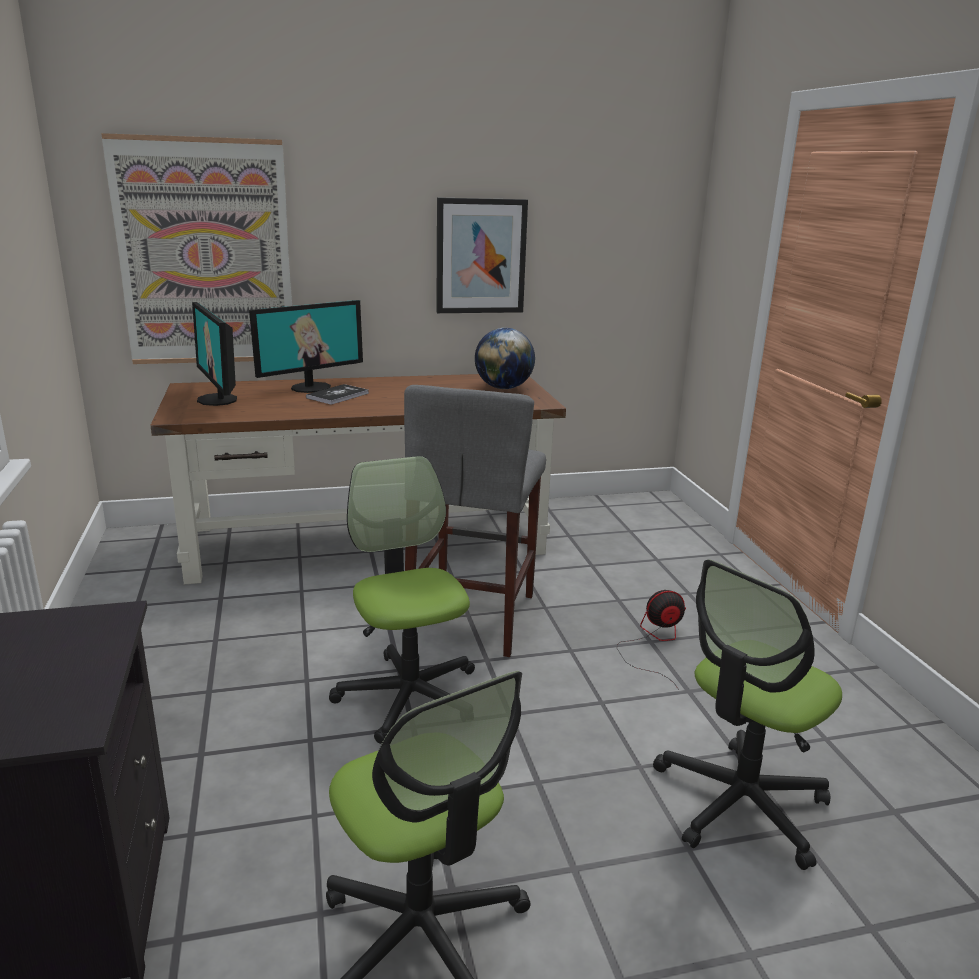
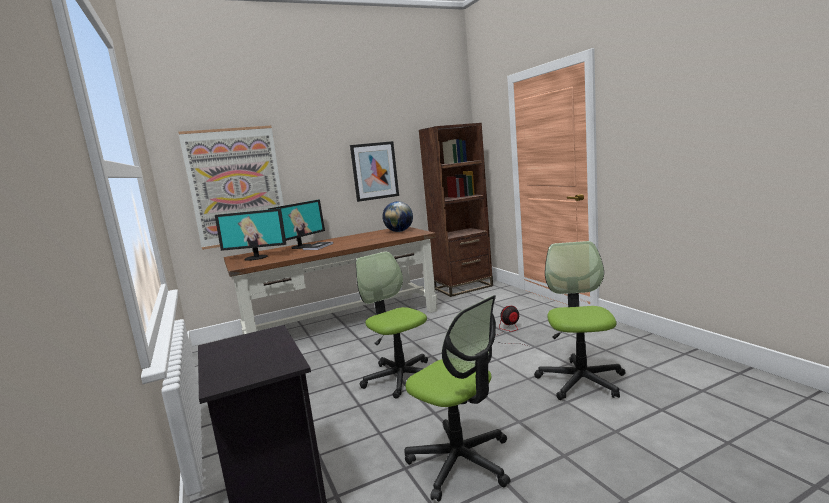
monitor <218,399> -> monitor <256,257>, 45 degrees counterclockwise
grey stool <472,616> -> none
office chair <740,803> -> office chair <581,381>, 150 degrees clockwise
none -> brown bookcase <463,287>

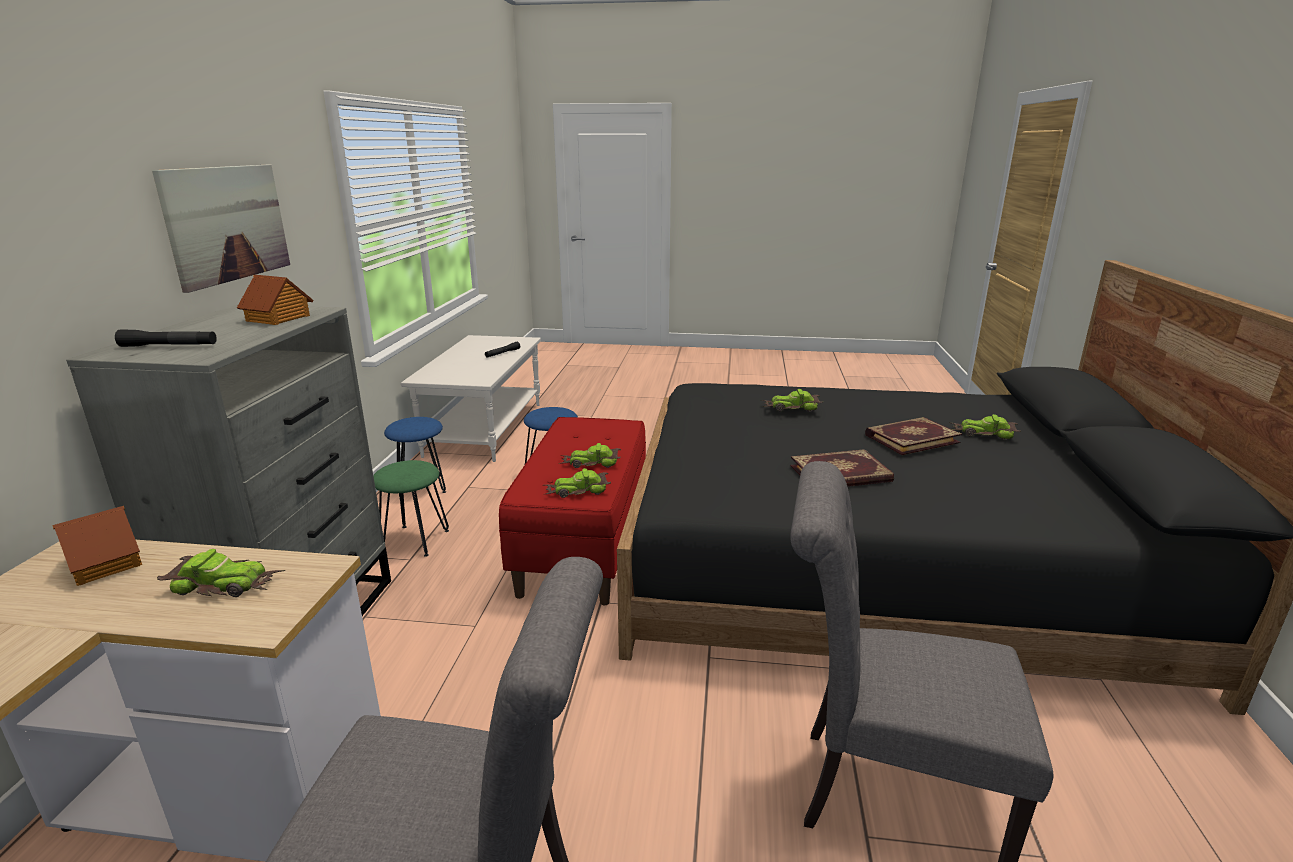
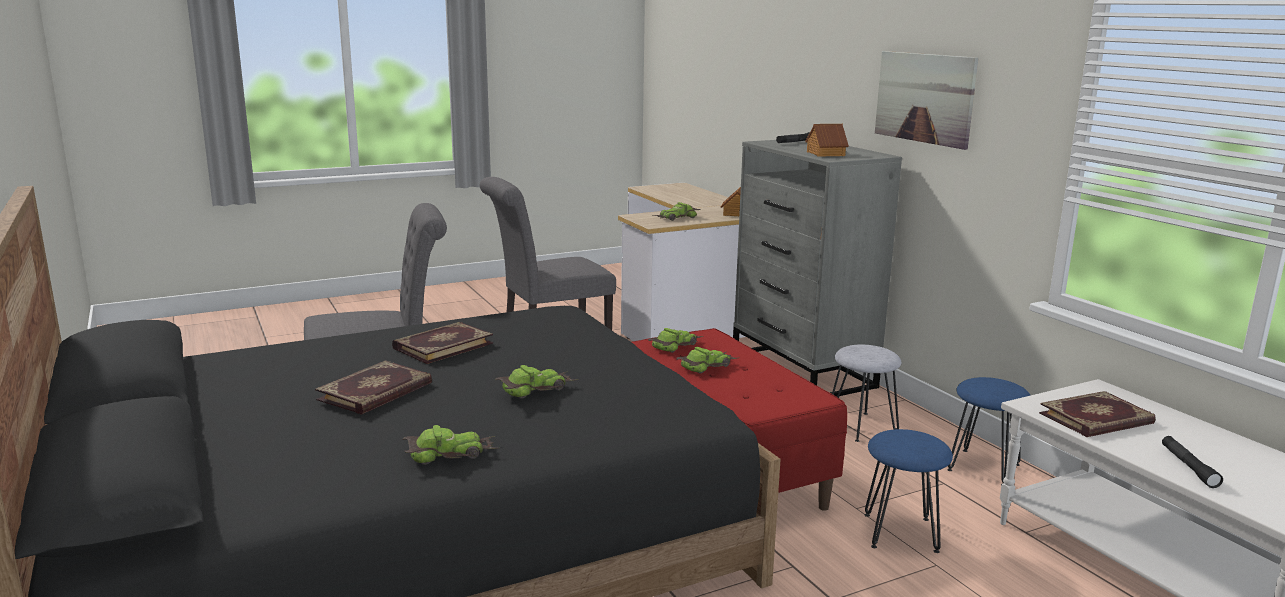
toy car <983,434> -> toy car <450,453>, move
green stool <414,540> -> grey stool <862,426>
none -> book <1097,419>

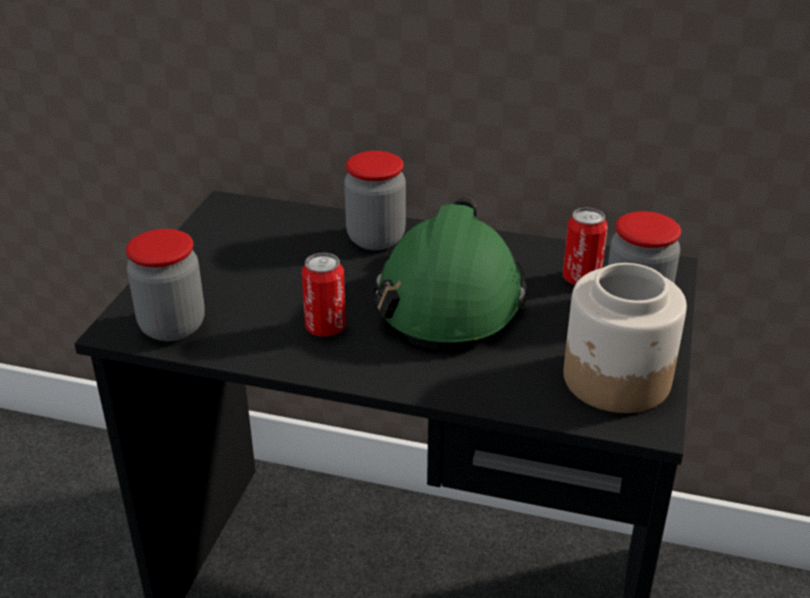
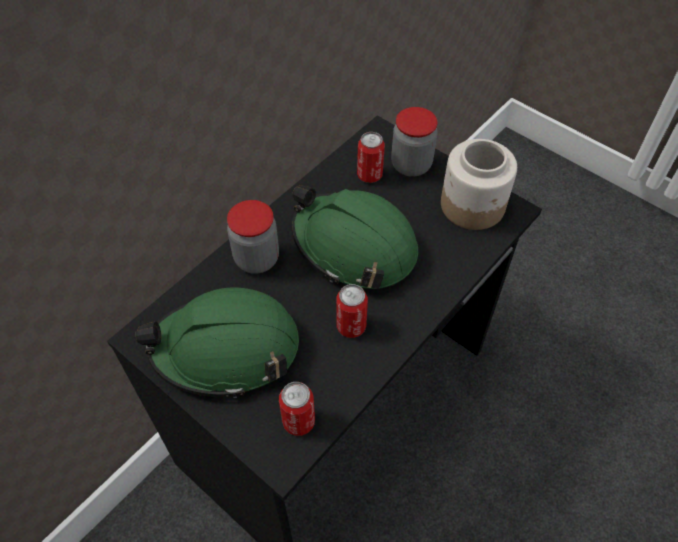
jar <172,326> -> can <298,421>
none -> green hard hat <226,349>

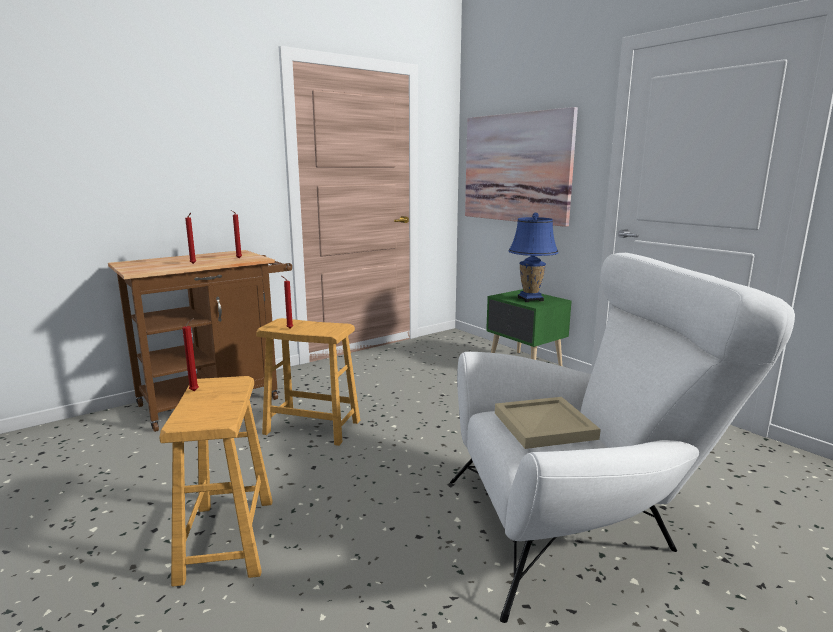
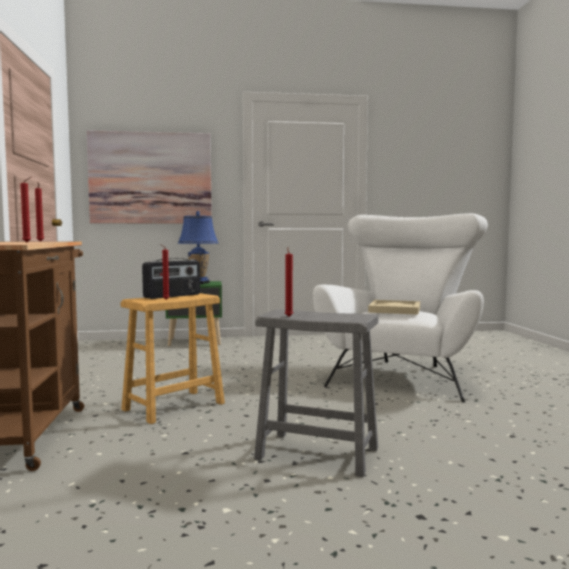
brown stool <228,539> -> grey stool <317,453>
none -> radio <173,296>

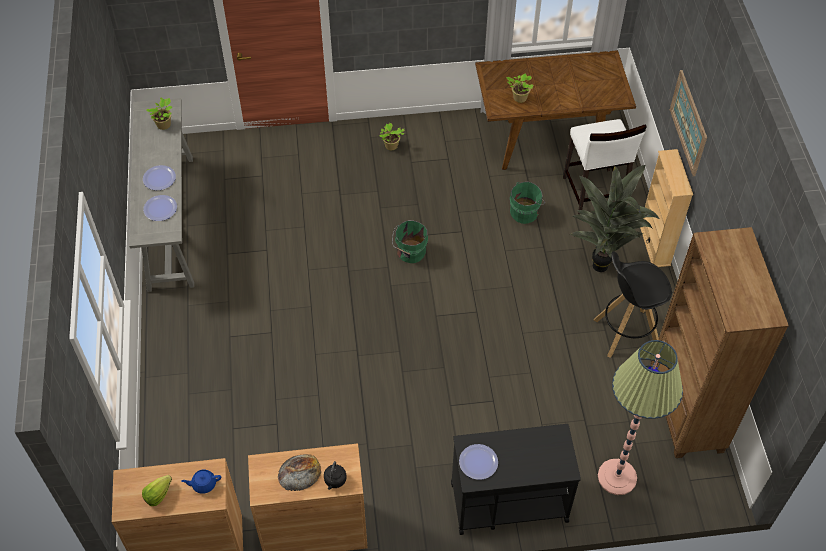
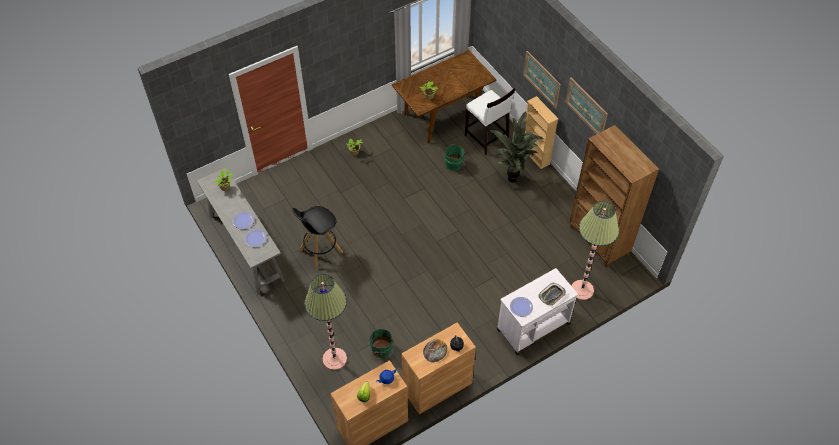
green bucket <410,252> -> green bucket <381,349>, move
black stool <625,333> -> black stool <320,252>, move
black cart <508,501> -> white cart <532,327>
none -> picture <586,107>
none -> floor lamp <334,359>
none -> tray <552,295>

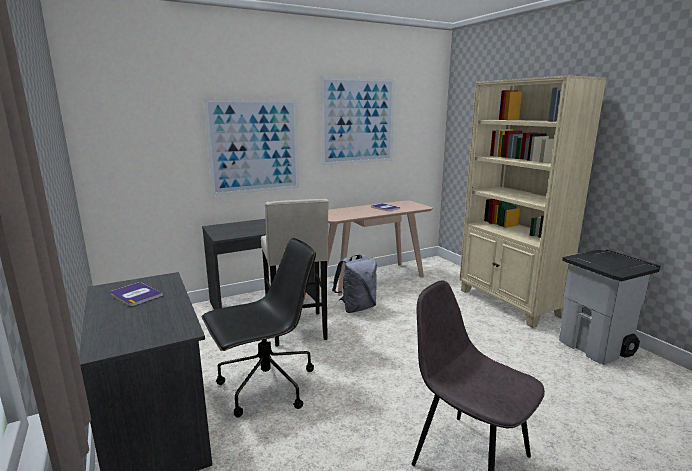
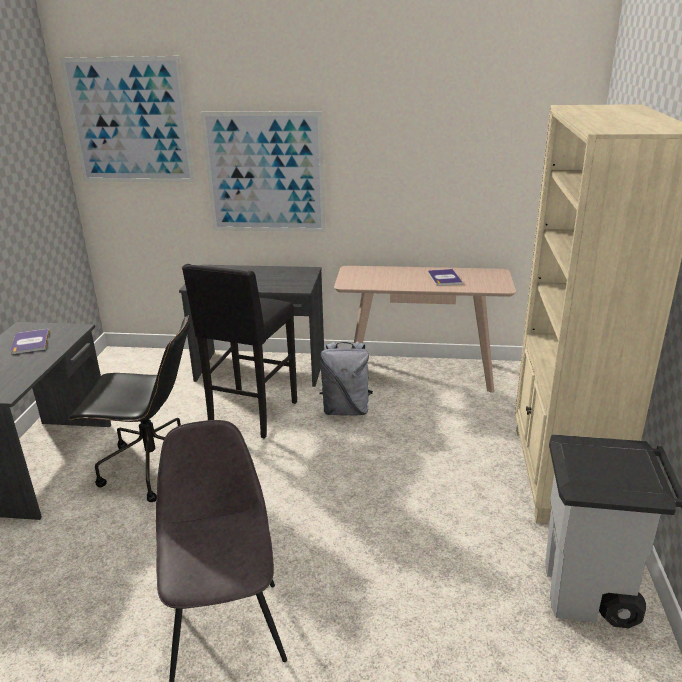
picture <358,121> -> picture <129,121>, move
beige stool <297,329> -> black stool <251,415>

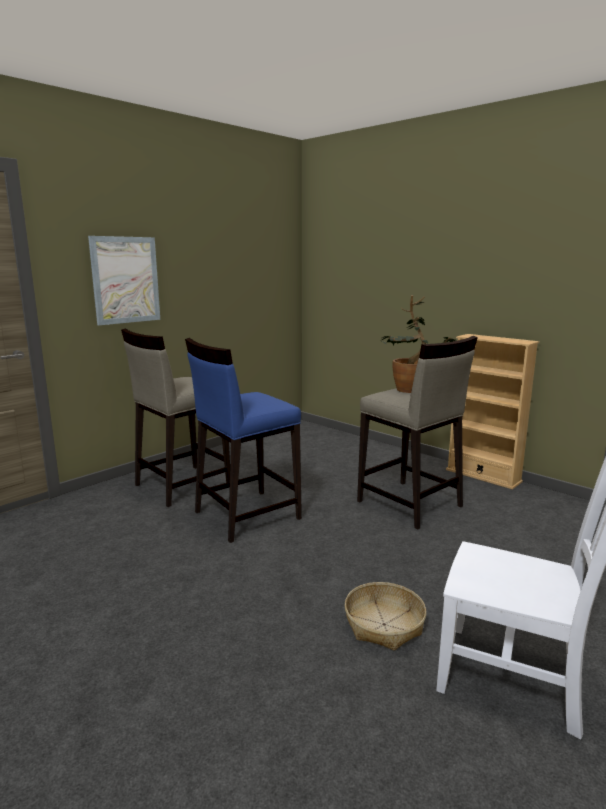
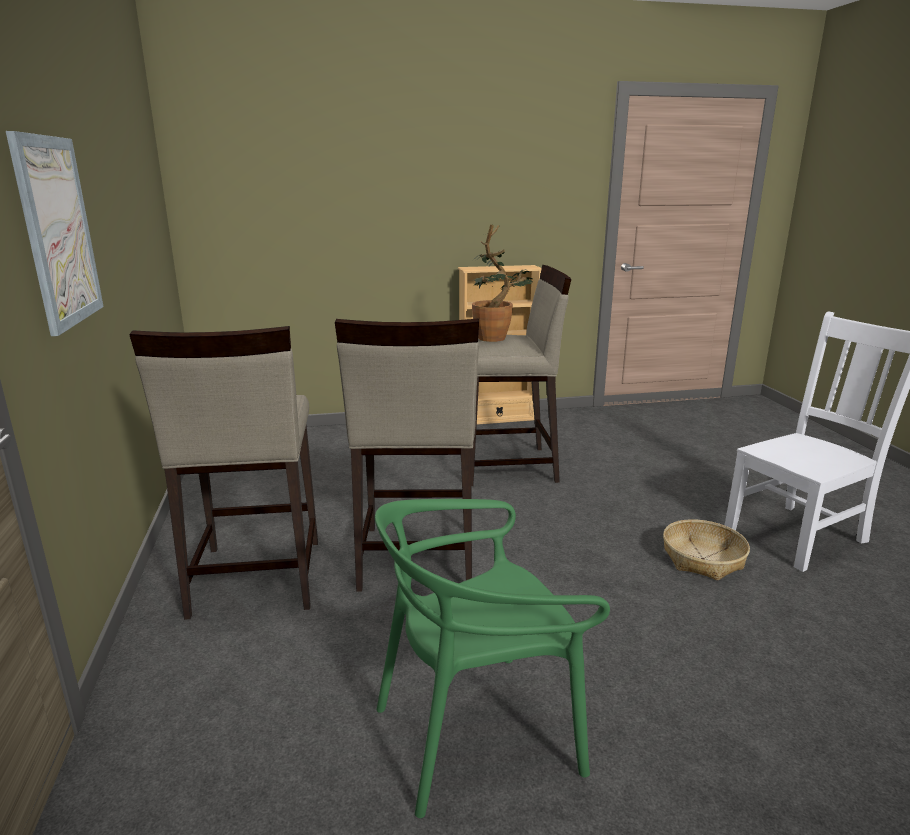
blue stool <246,515> -> beige stool <415,558>
none -> green chair <477,732>

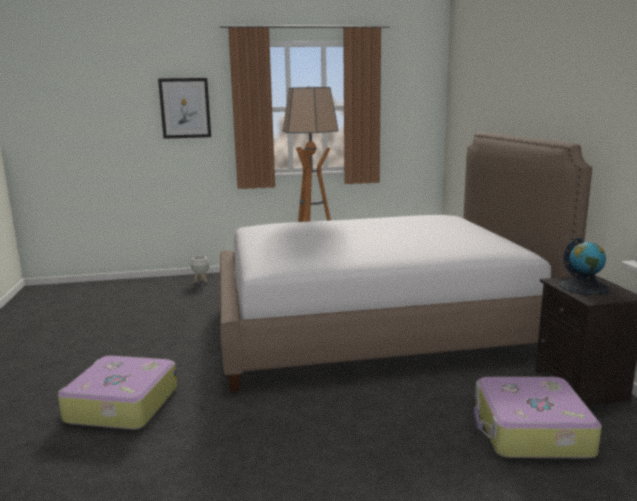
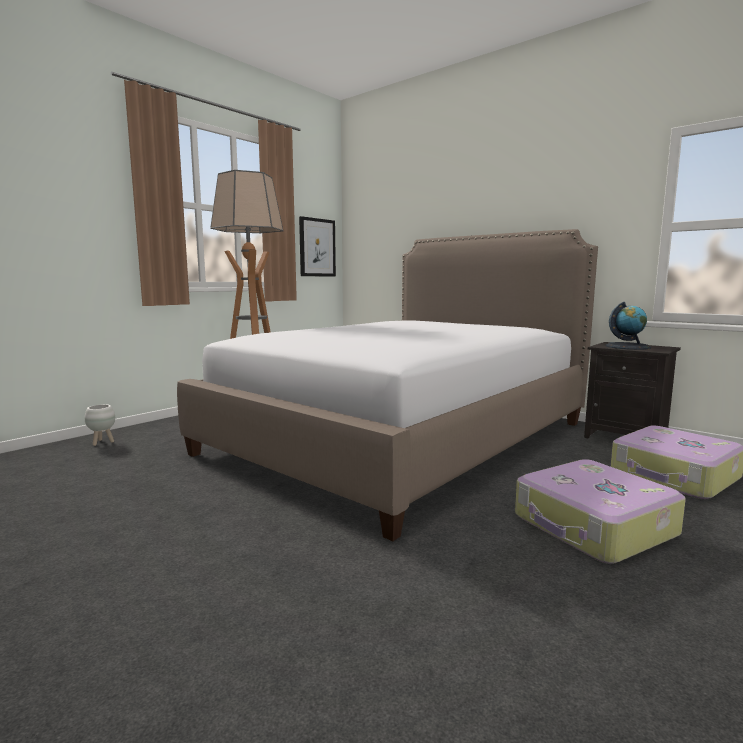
picture <185,108> -> picture <317,247>, move
suitcase <121,405> -> suitcase <593,526>, move

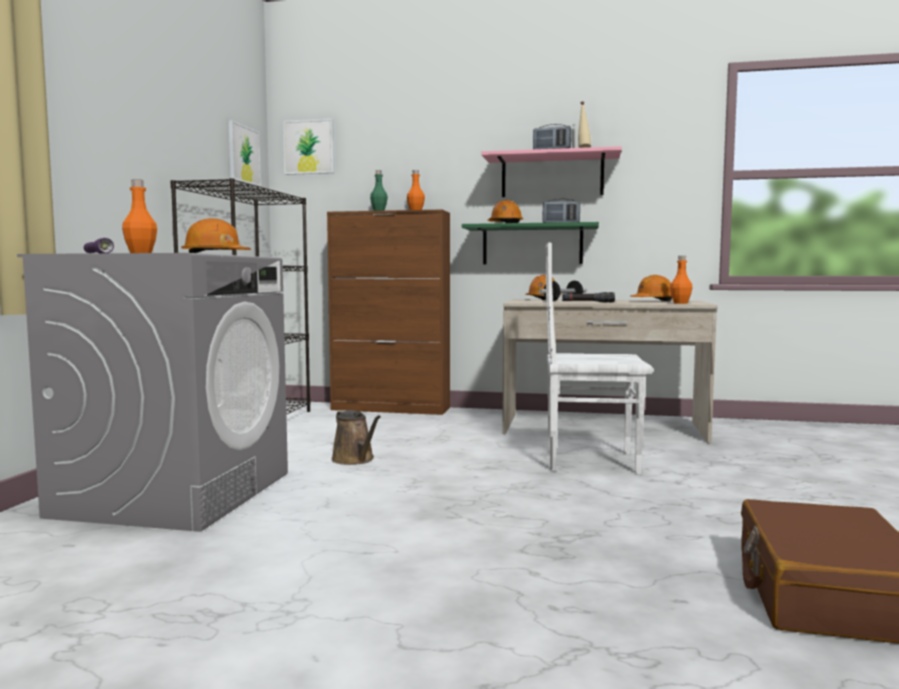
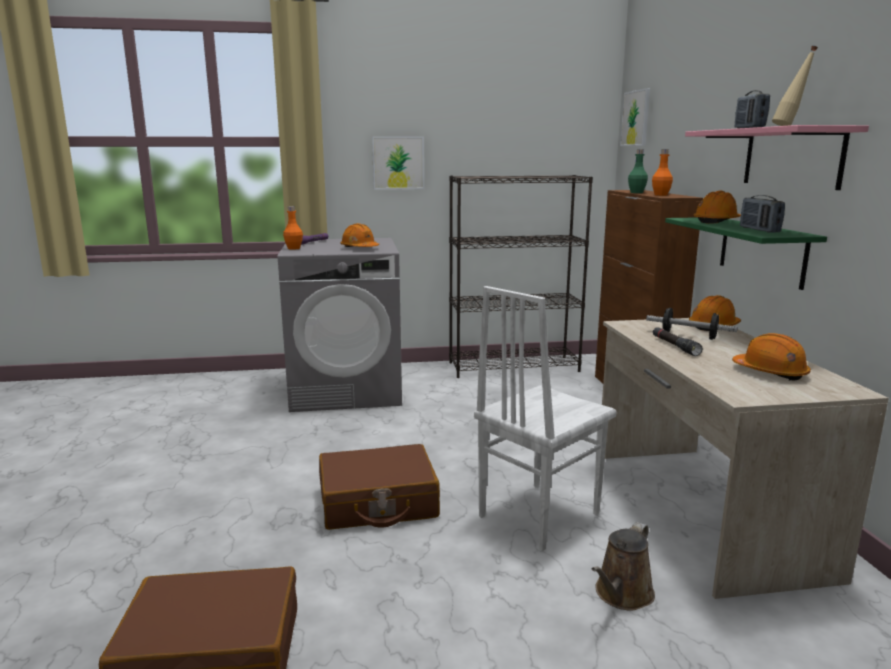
picture <243,155> -> picture <398,163>, move
white chair <590,461> -> white chair <536,514>, 120 degrees counterclockwise
orange bottle <680,303> -> none
brown watering can <355,460> -> brown watering can <622,595>, move
none -> brown suitcase <378,503>

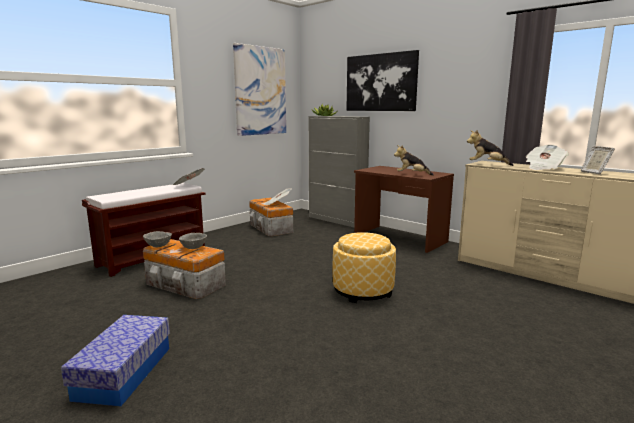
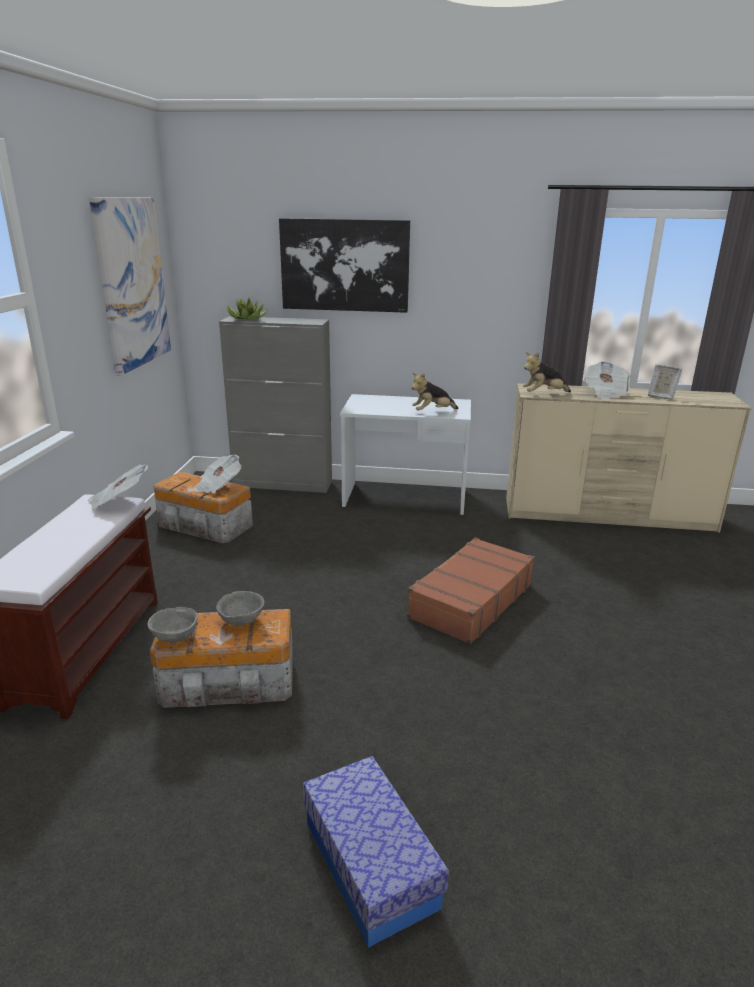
brown desk <399,238> -> white desk <404,498>
ottoman <363,290> -> brown suitcase <470,601>

